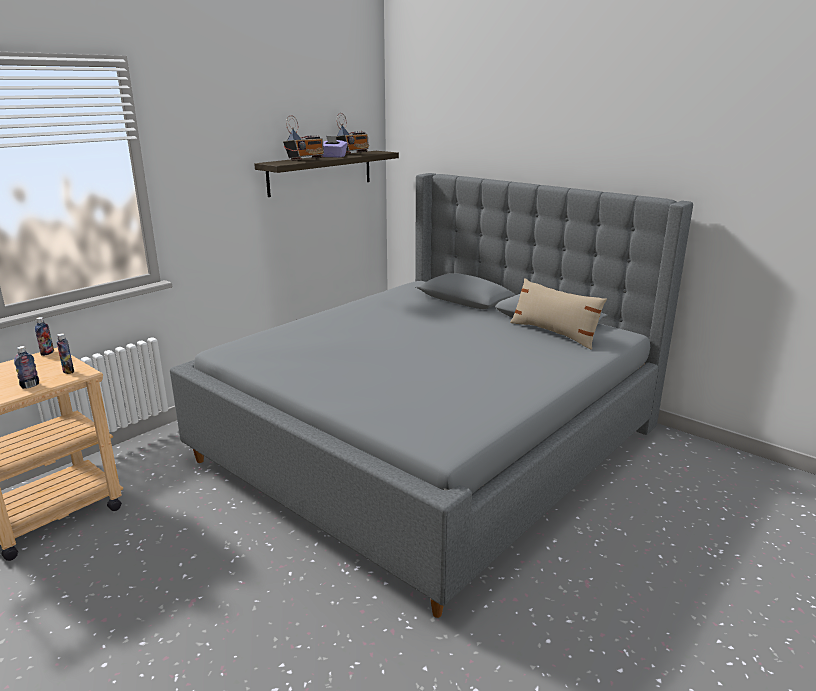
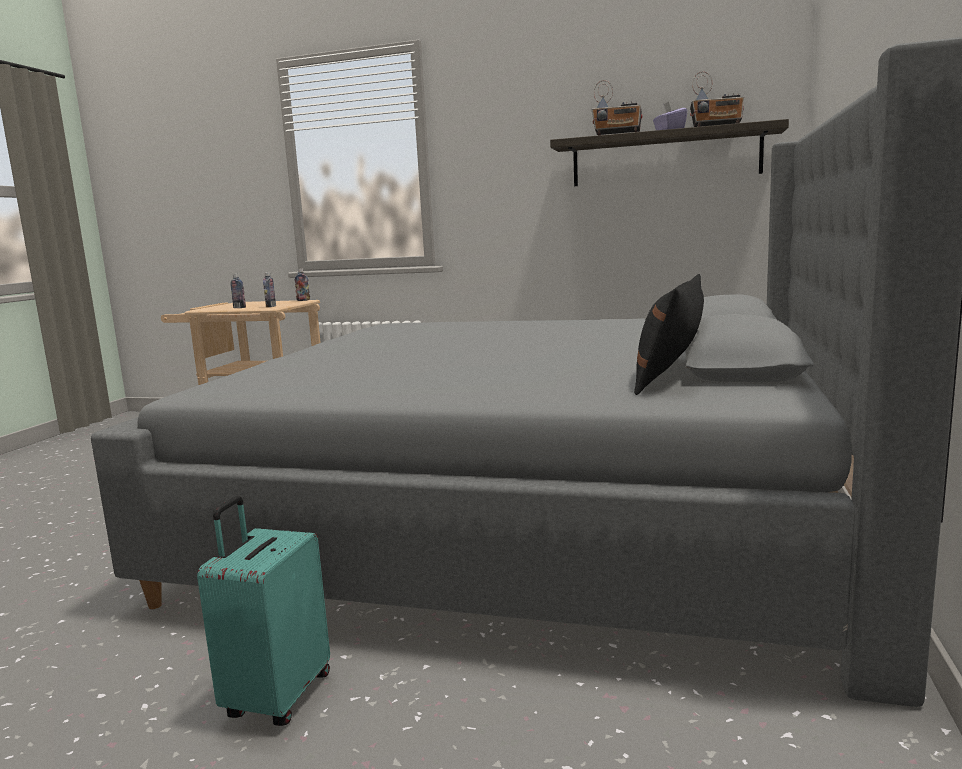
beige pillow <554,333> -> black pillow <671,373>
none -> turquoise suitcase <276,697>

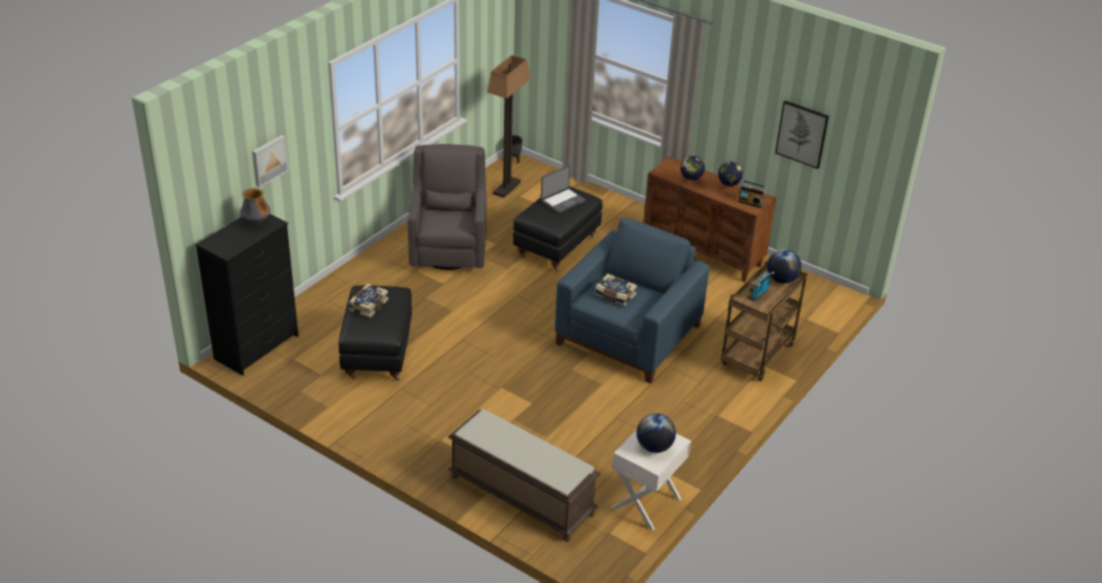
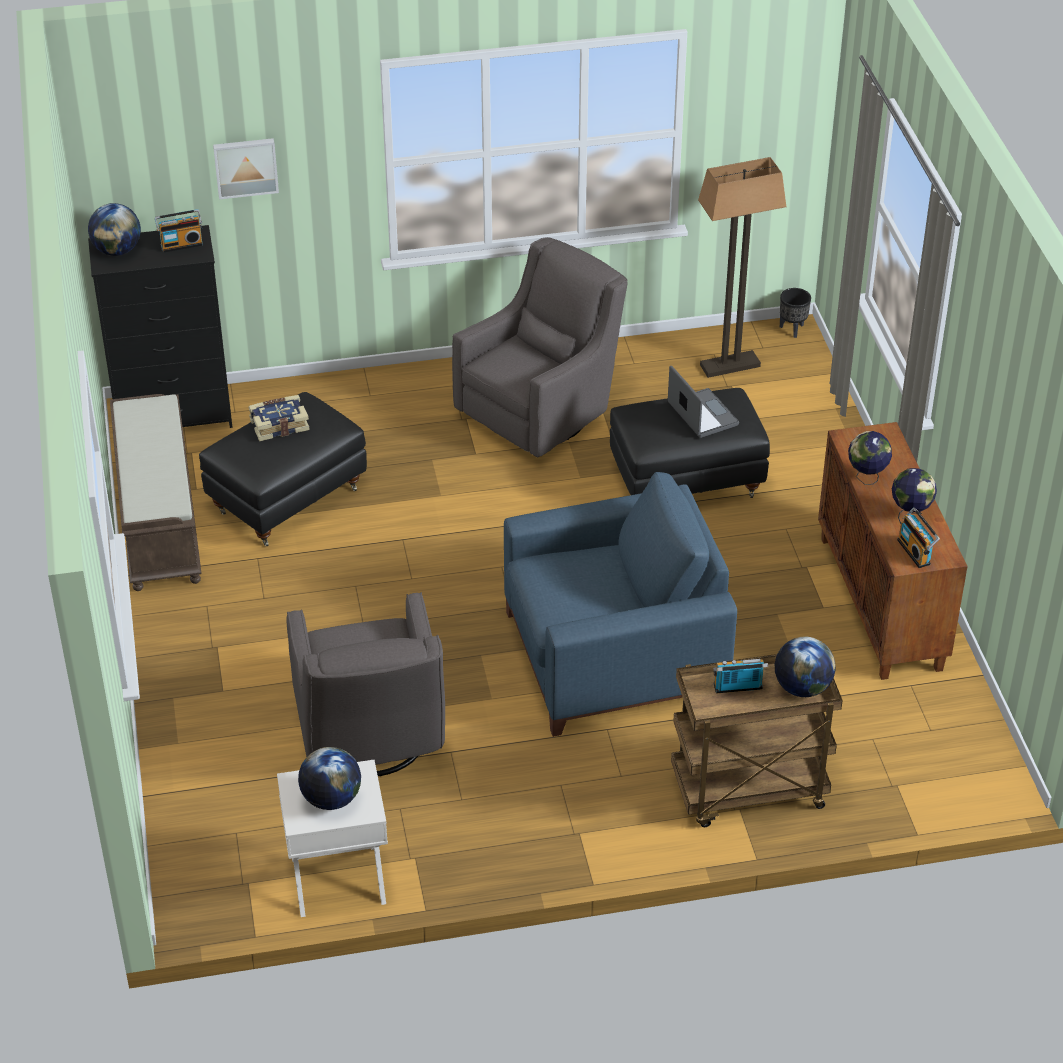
picture <802,134> -> none
laptop <562,201> -> laptop <701,415>, 120 degrees counterclockwise
vase <256,223> -> radio <181,244>
book <615,296> -> none
brown bench <520,495> -> brown bench <158,520>, move
none -> globe <117,250>
none -> grey armchair <371,739>

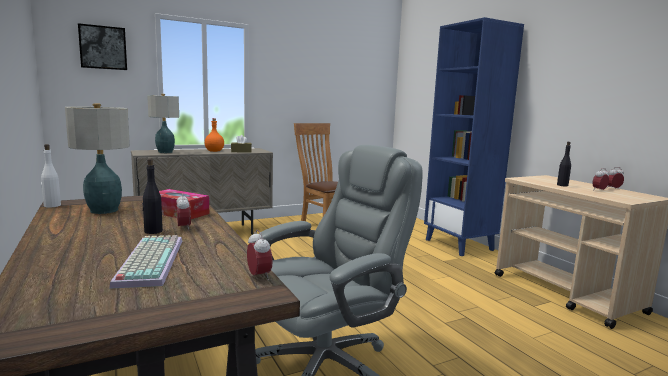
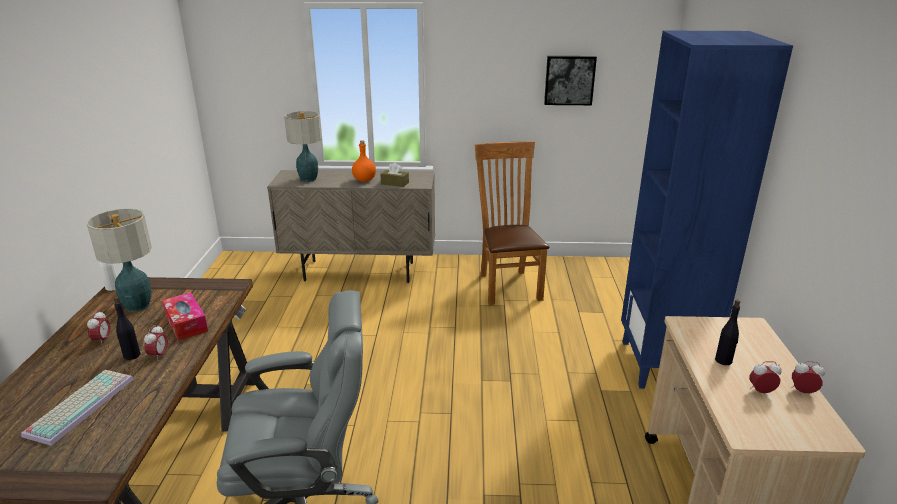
picture <103,47> -> picture <569,80>, move
alarm clock <259,276> -> alarm clock <102,340>, move

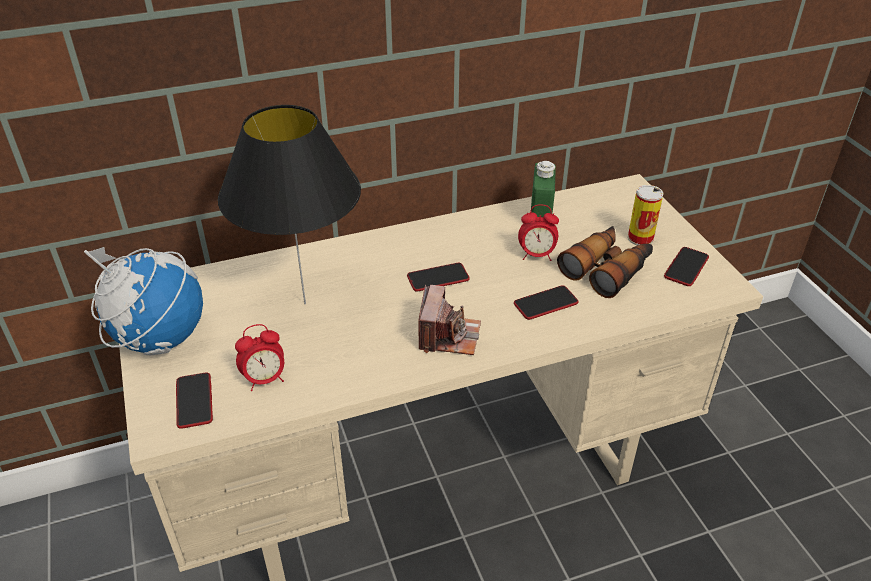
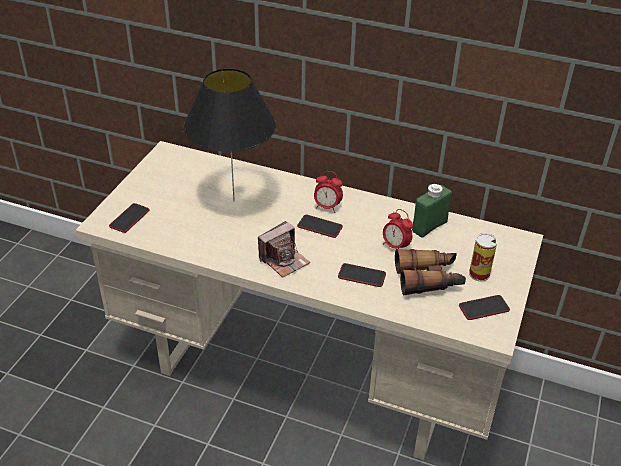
globe <159,339> -> none
alarm clock <265,379> -> alarm clock <327,207>, move

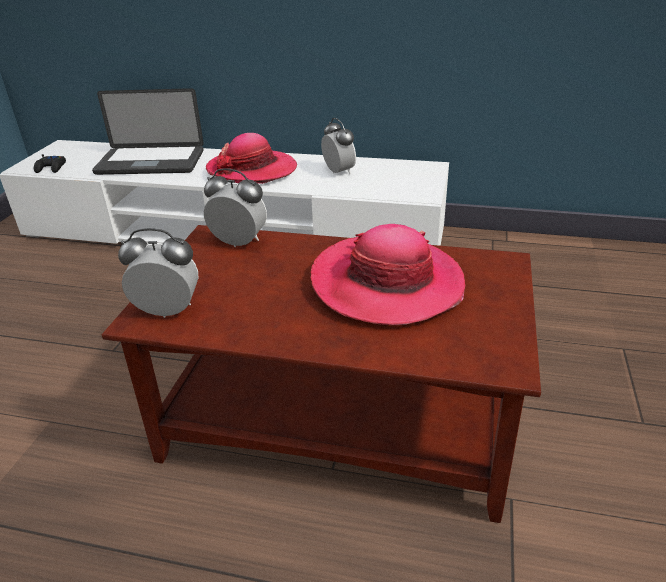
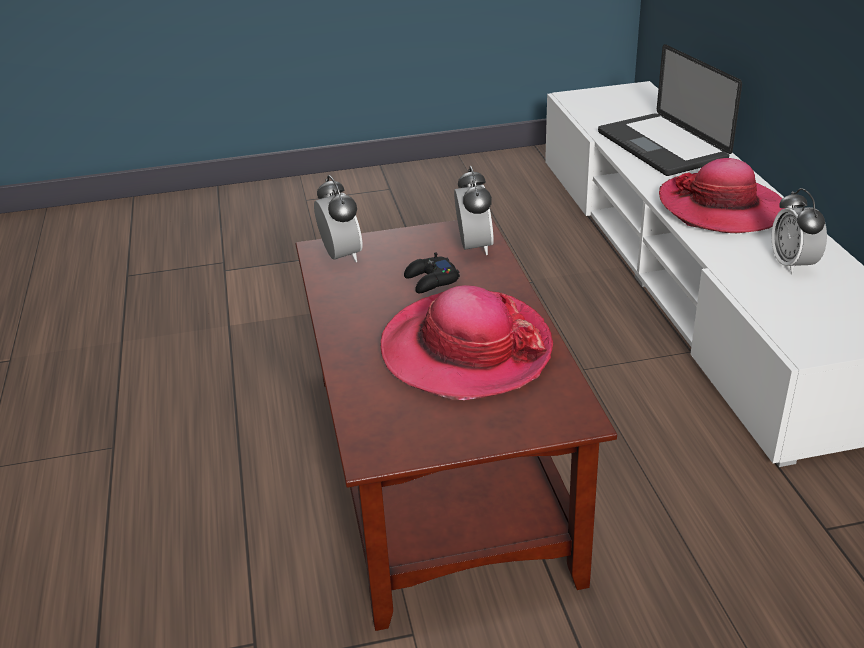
alarm clock <338,172> -> alarm clock <793,264>, 135 degrees clockwise
black game controller <51,168> -> black game controller <431,280>, move

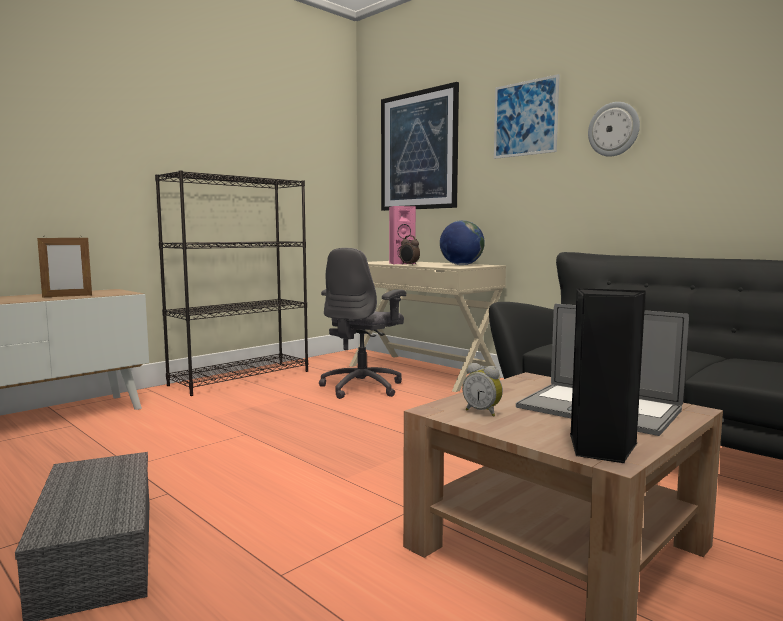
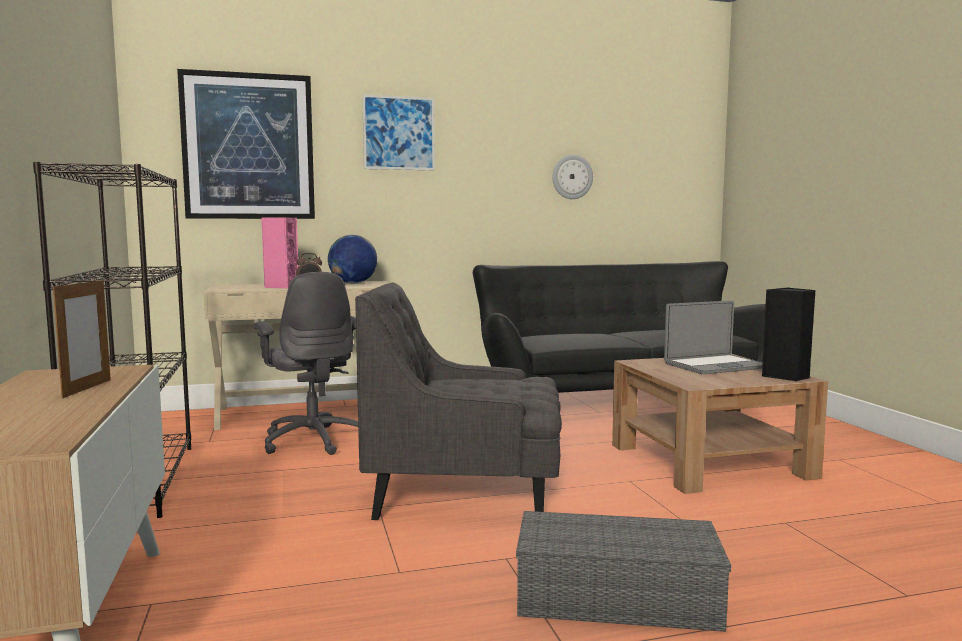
wall clock <614,129> -> wall clock <572,177>, move
alarm clock <483,412> -> none
none -> grey armchair <465,495>

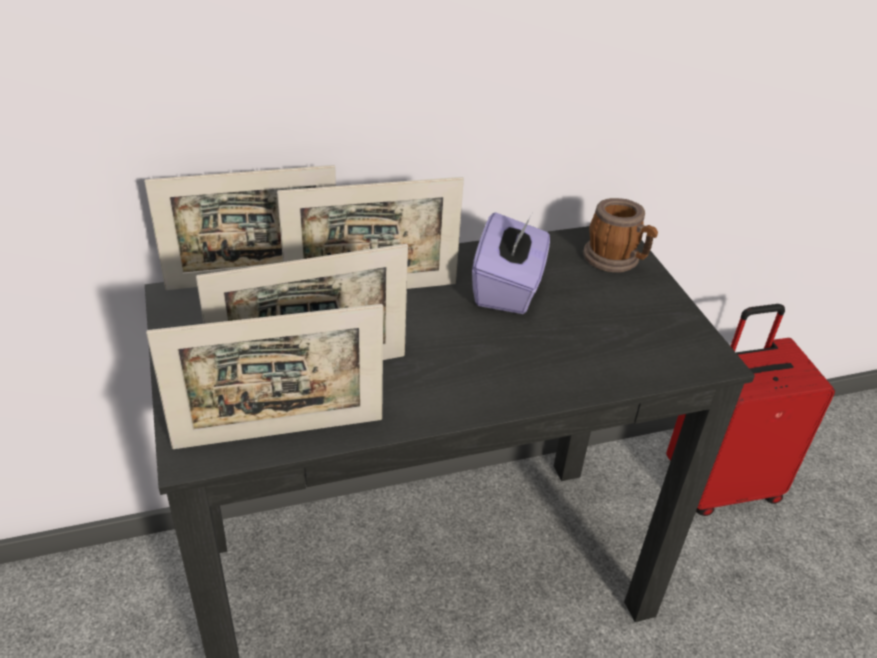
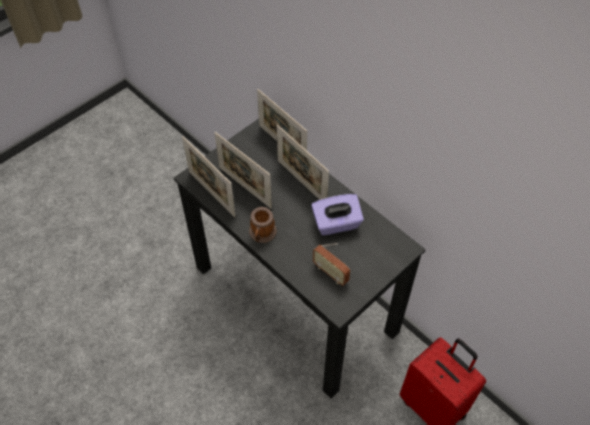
mug <616,259> -> mug <262,234>, move
none -> radio <330,273>

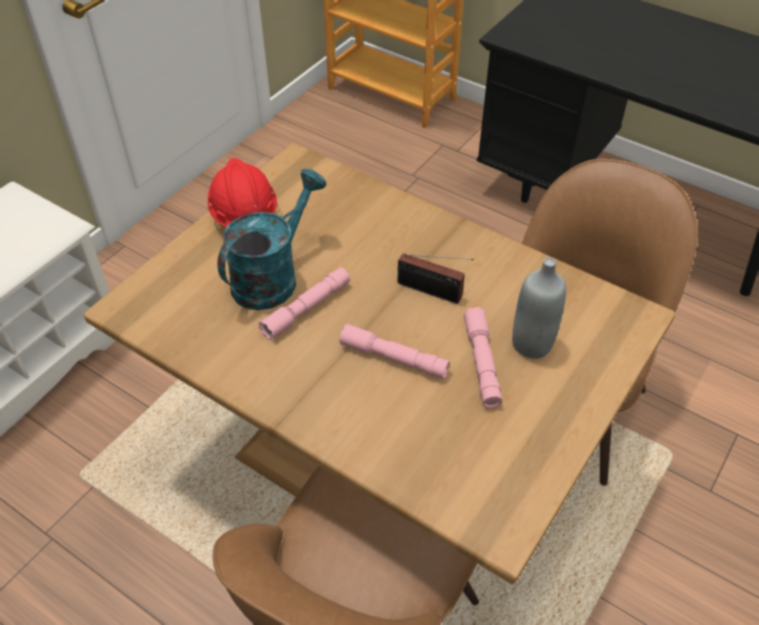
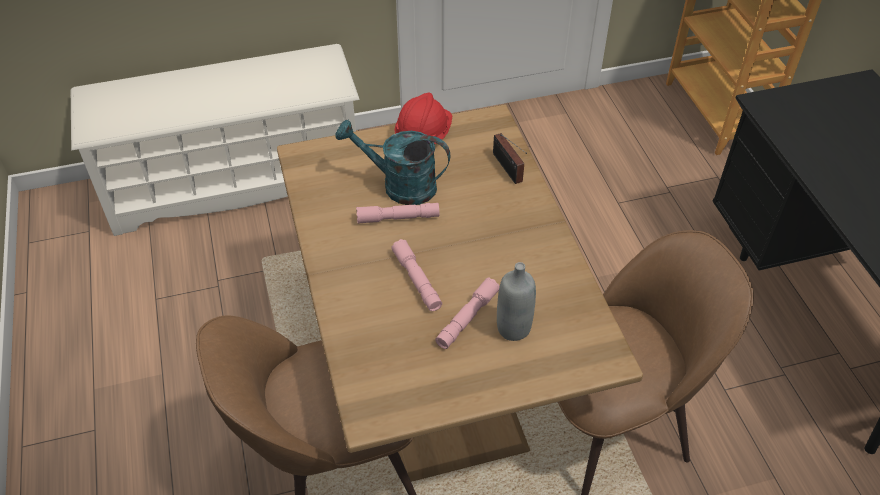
turquoise watering can <272,276> -> turquoise watering can <399,185>, 150 degrees counterclockwise
radio <432,292> -> radio <508,169>, move

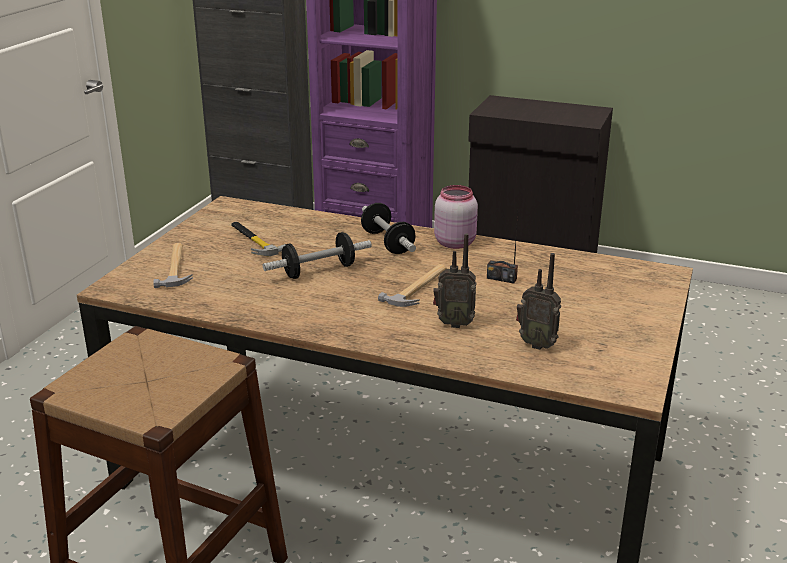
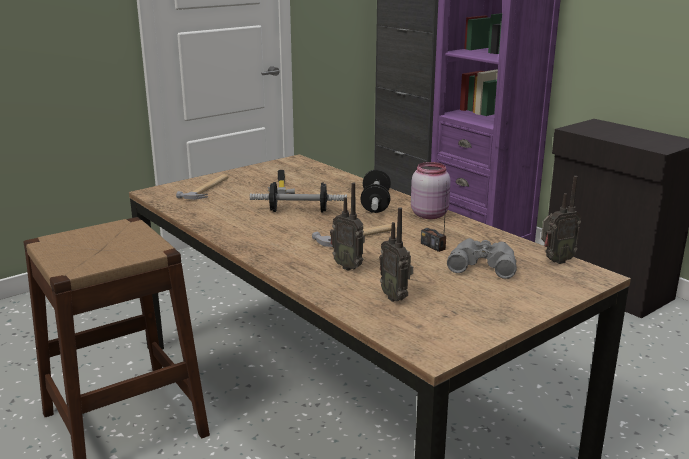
none -> radio <555,261>
none -> grey binoculars <482,263>

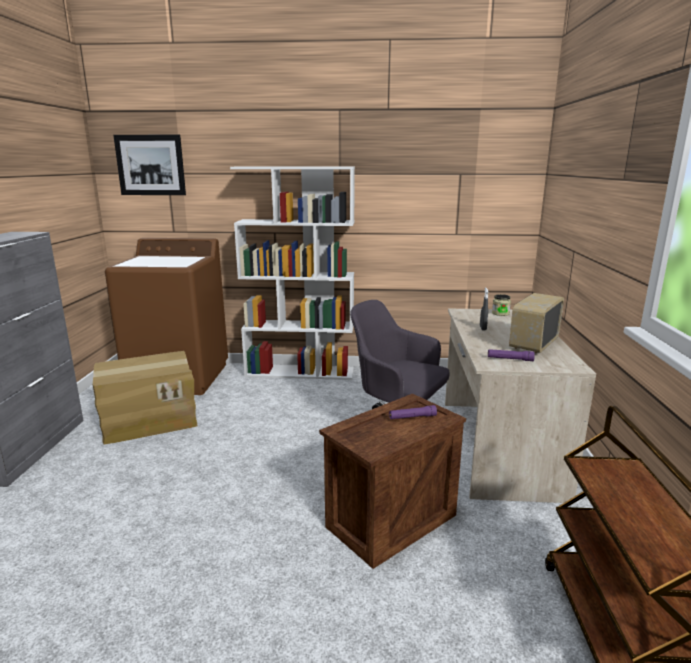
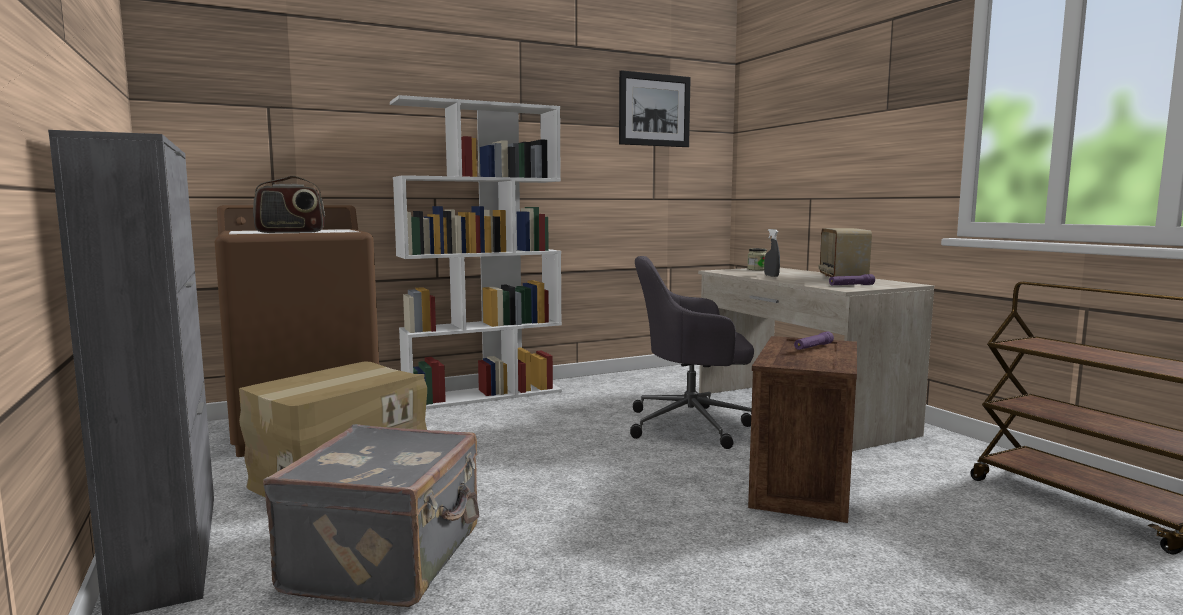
picture <150,165> -> picture <654,110>, move
none -> radio <290,232>
none -> grey suitcase <388,560>

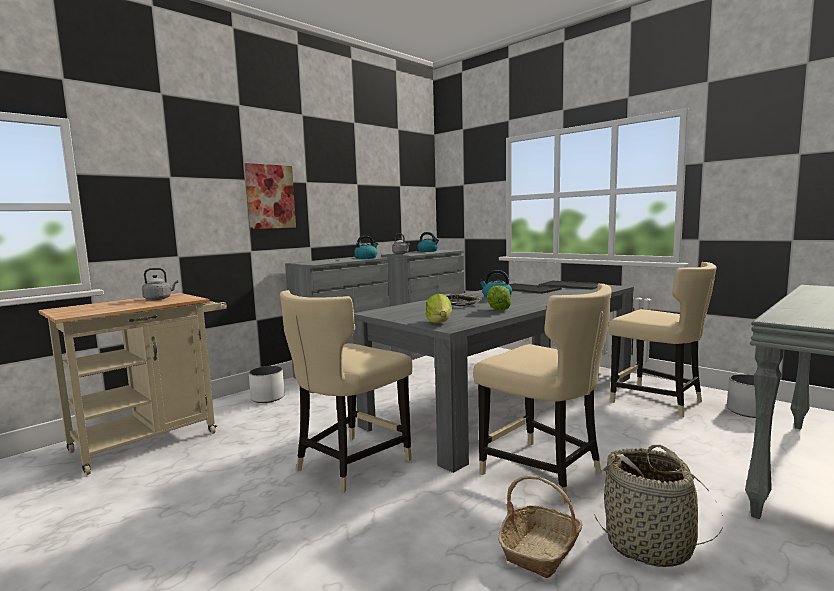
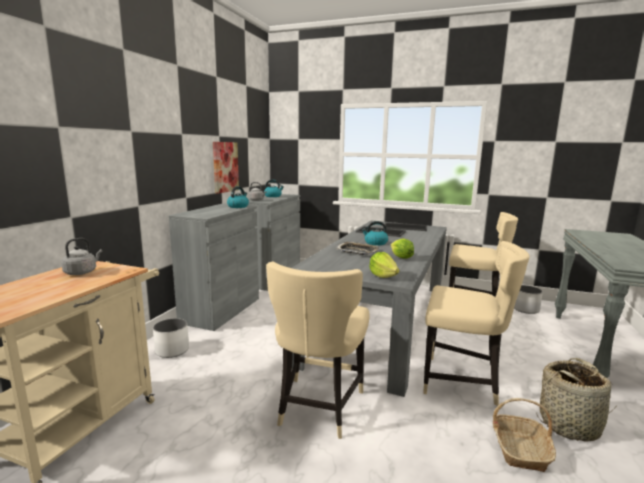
picture <270,196> -> picture <225,167>, move

